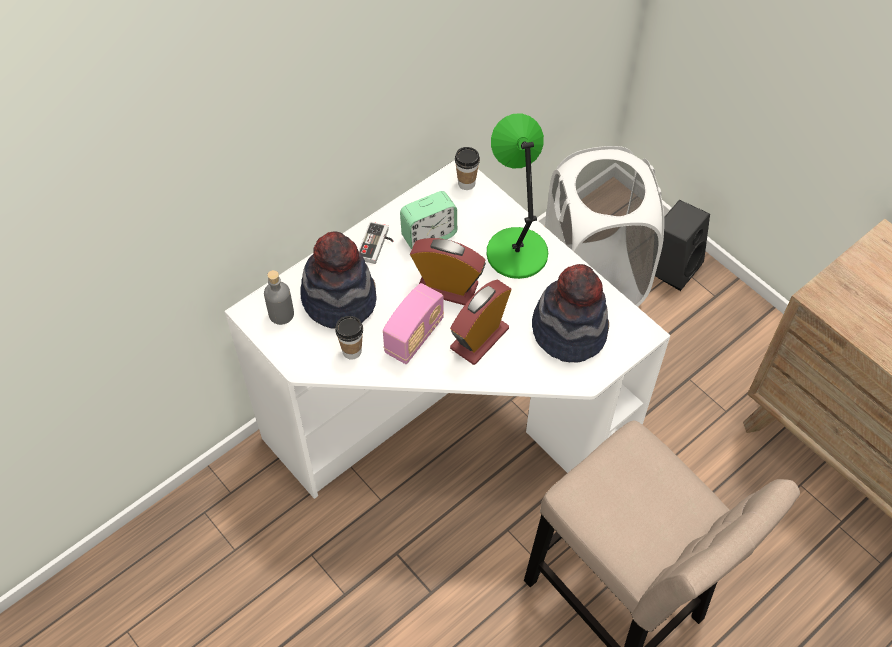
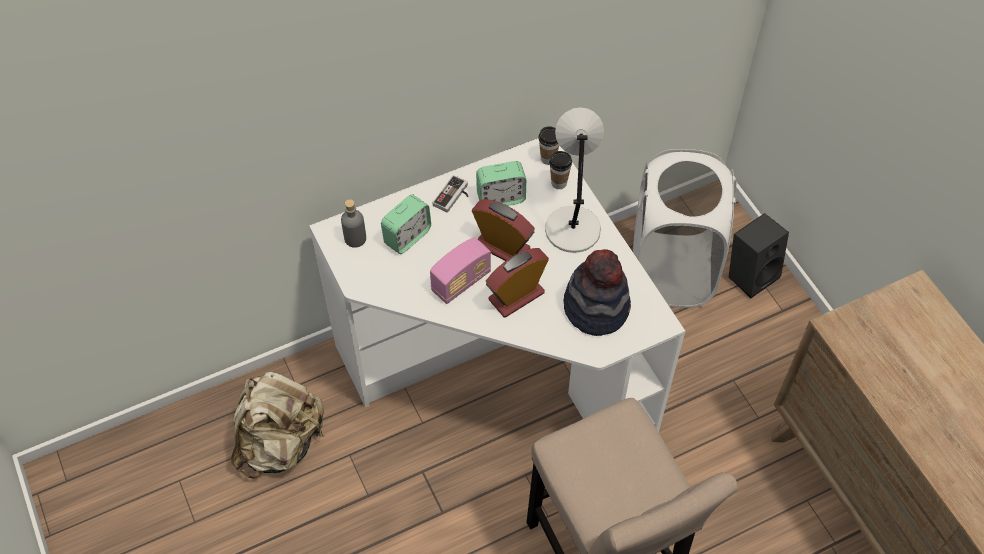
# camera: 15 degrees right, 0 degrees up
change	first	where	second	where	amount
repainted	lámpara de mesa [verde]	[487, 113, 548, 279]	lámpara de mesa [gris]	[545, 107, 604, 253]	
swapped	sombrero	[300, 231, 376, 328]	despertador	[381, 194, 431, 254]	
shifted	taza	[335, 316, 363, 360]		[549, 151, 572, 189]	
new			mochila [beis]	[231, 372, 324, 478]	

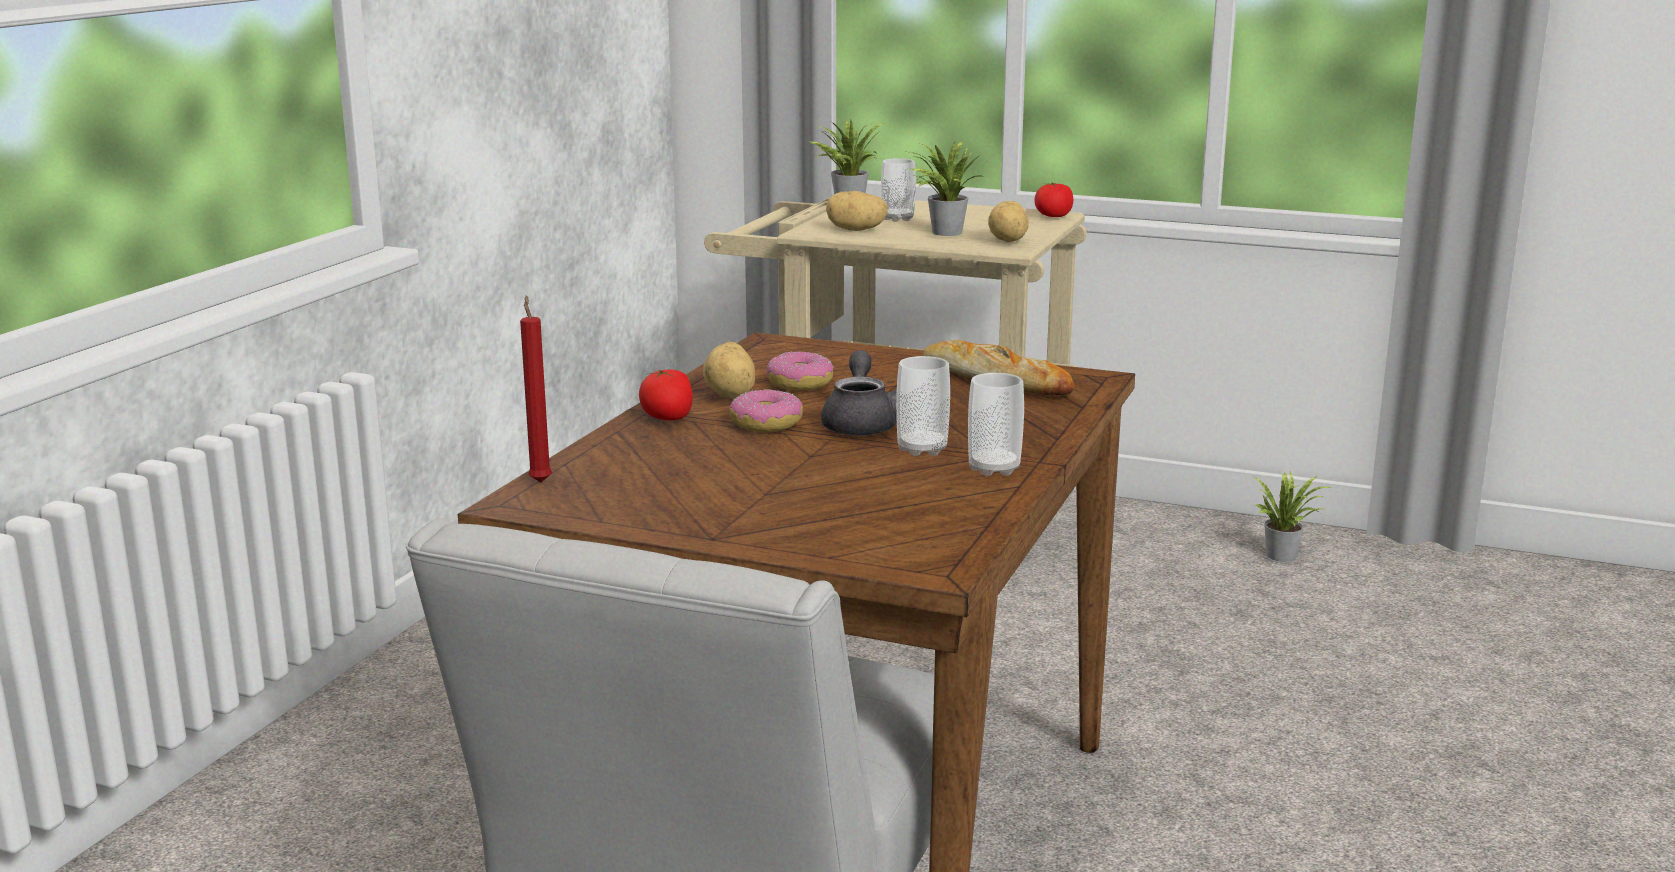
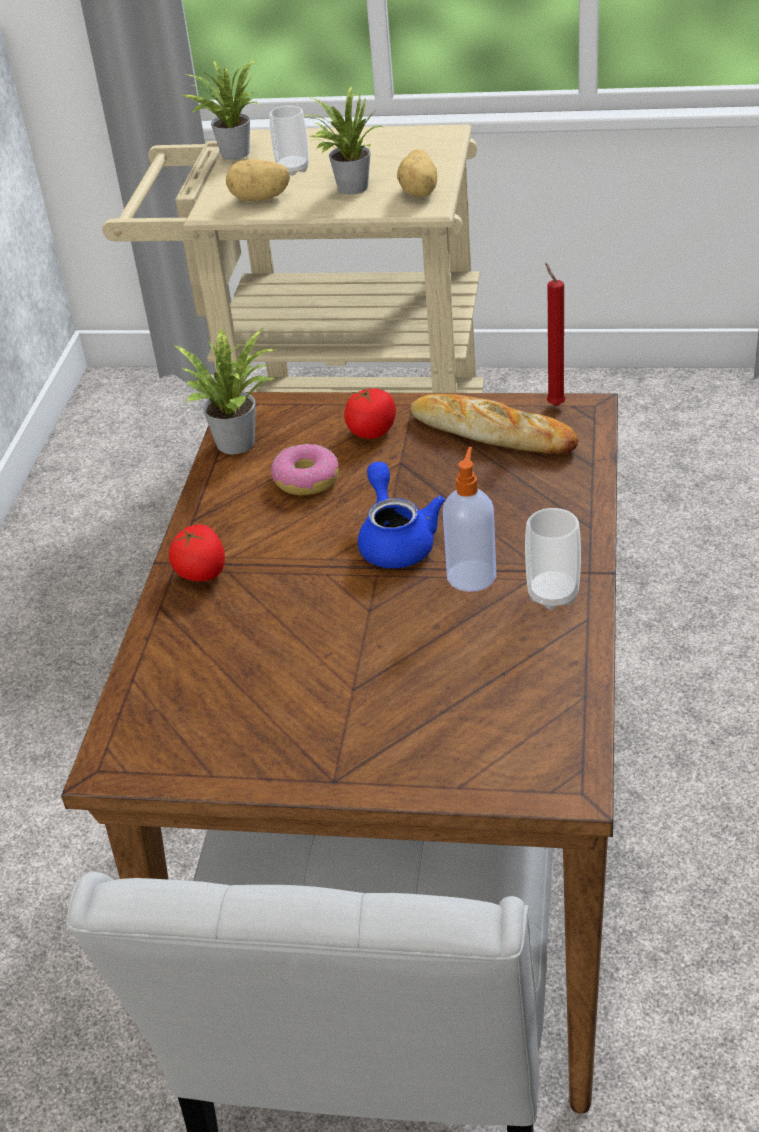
# camera: 10 degrees left, 20 degrees up
change	first	where	second	where	amount
shifted	tomate	[1035, 183, 1073, 217]		[344, 388, 396, 439]	
shifted	vela [rojo]	[520, 295, 552, 483]		[545, 263, 566, 406]	
gone	patata	[703, 342, 755, 399]			
repainted	tetera [gris]	[821, 350, 897, 436]	tetera [azul]	[358, 461, 445, 568]	
swapped	taza	[896, 356, 950, 456]	dispensador de jabón	[443, 447, 496, 592]	
gone	rosquilla	[729, 389, 803, 432]			
shifted	planta en maceta	[1254, 471, 1333, 562]		[175, 328, 277, 454]	

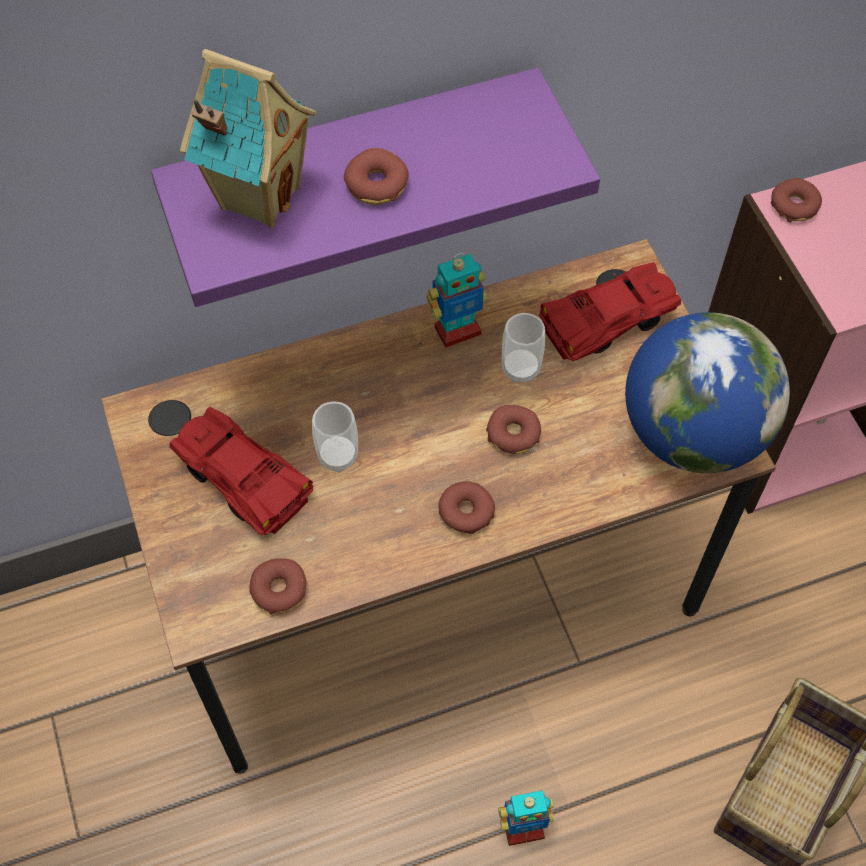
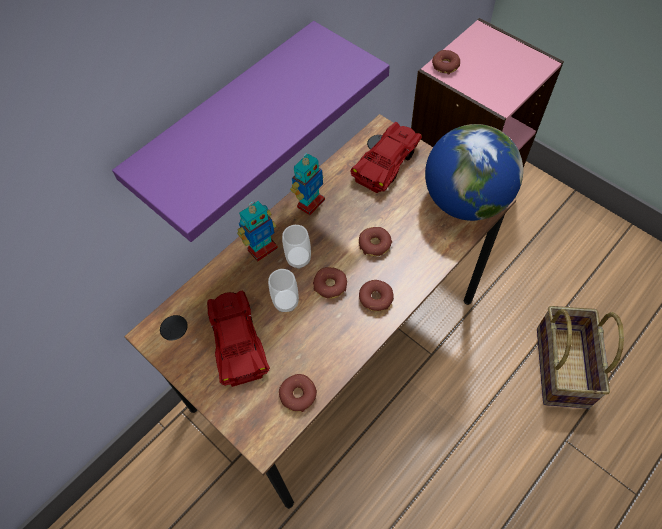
# camera: 25 degrees left, 0 degrees up
change	first	where	second	where	amount
gone	casita	[180, 49, 316, 228]			
shifted	rosquilla	[344, 148, 409, 205]		[313, 267, 347, 299]	
shifted	taza	[502, 313, 545, 383]		[282, 225, 311, 269]	
rotated	coche de juguete [rojo]	[169, 407, 314, 536]		[207, 291, 270, 387]	60 degrees clockwise
shifted	robot de juguete	[498, 790, 554, 846]		[237, 201, 278, 262]	

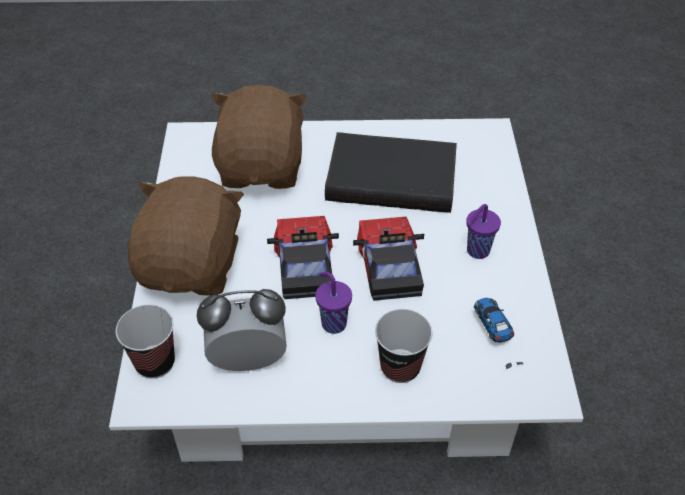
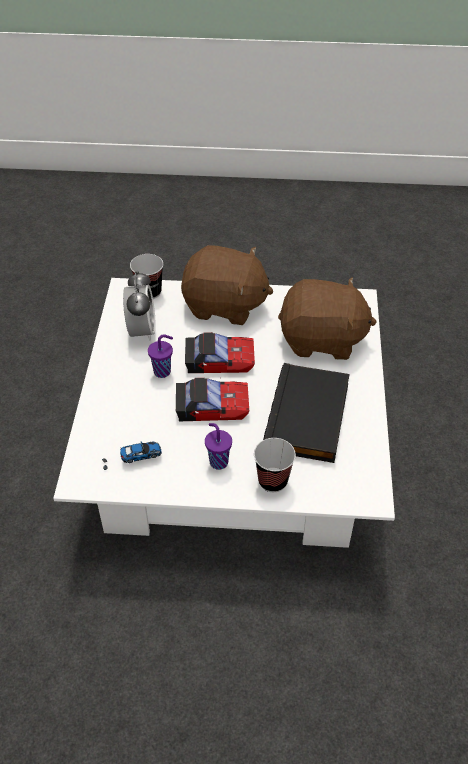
# camera: 95 degrees right, 0 degrees up
change	first	where	second	where	amount
shifted	taza	[375, 309, 432, 383]		[254, 438, 296, 492]	

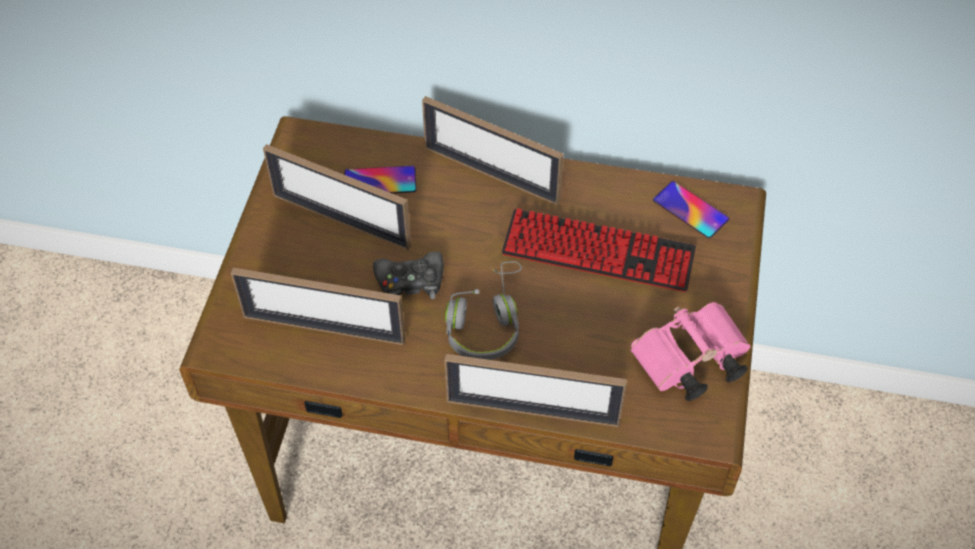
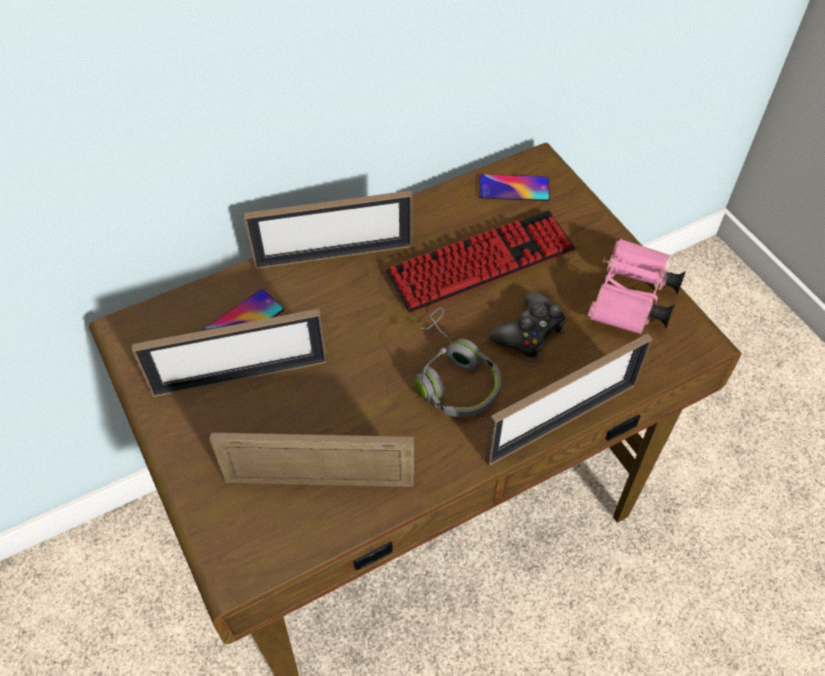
# camera: 40 degrees left, 0 degrees up
change	first	where	second	where	amount
shifted	mando de consola [negro]	[373, 252, 444, 299]		[489, 292, 566, 359]	
rotated	portarretratos	[231, 268, 405, 345]		[210, 433, 414, 487]	150 degrees counterclockwise

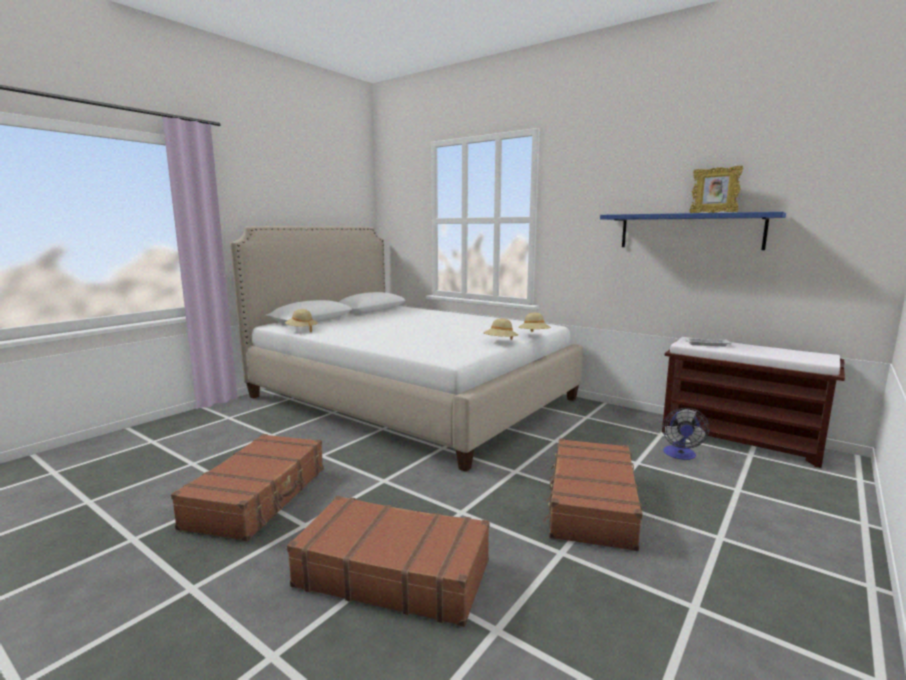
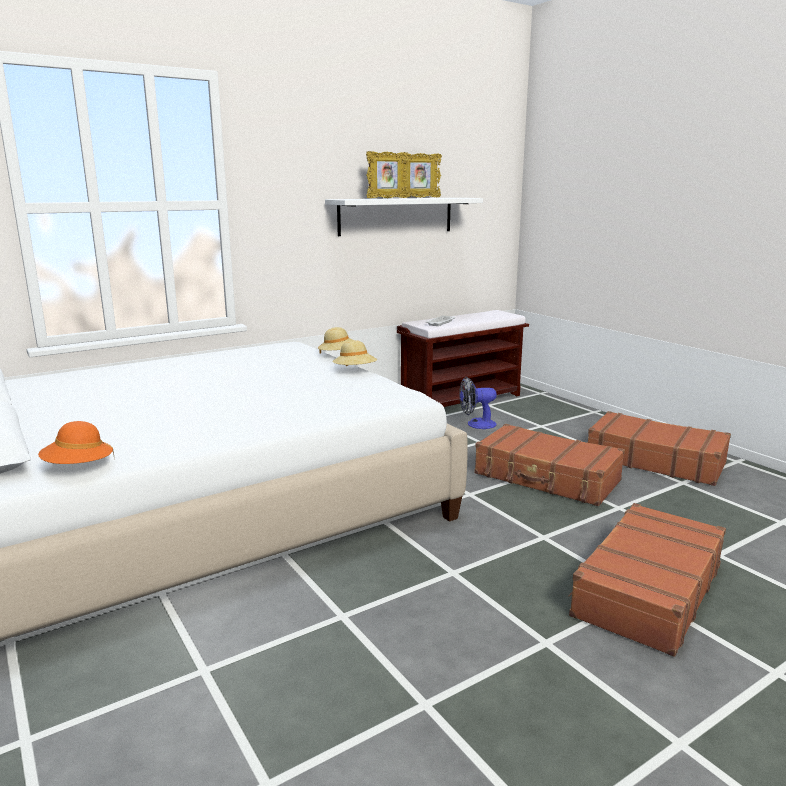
# camera: 70 degrees left, 5 degrees up
change	first	where	second	where	amount
repainted	estante [azul]	[600, 212, 786, 250]	estante [blanco]	[325, 198, 483, 236]	
repainted	sombrero [beis]	[285, 309, 318, 332]	sombrero [naranja]	[38, 421, 115, 464]	
rotated	ventilador	[662, 408, 710, 460]		[459, 377, 497, 429]	135 degrees clockwise
shifted	maleta [marrón]	[171, 434, 324, 541]		[588, 411, 731, 486]	
new			portarretratos	[366, 151, 409, 199]	

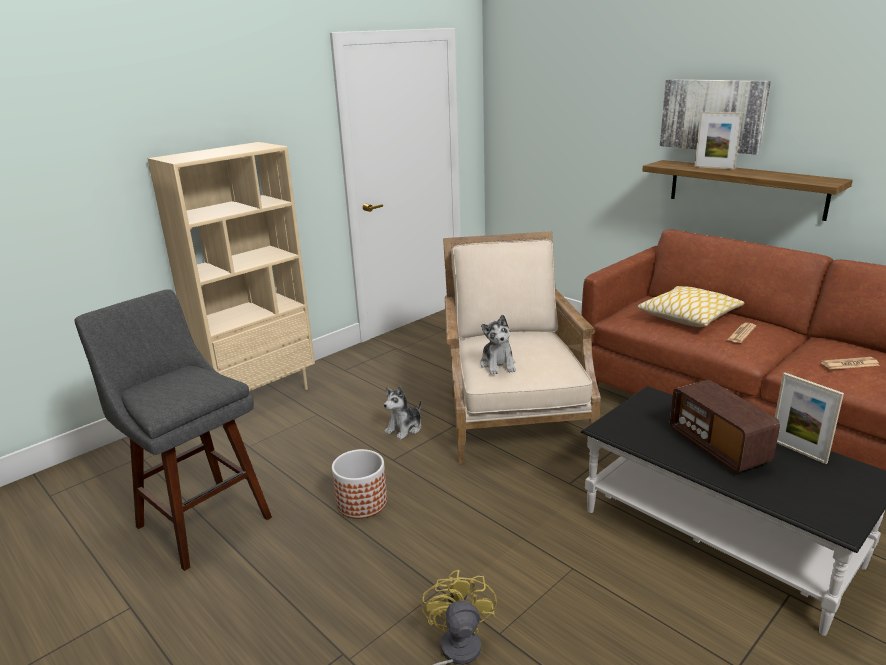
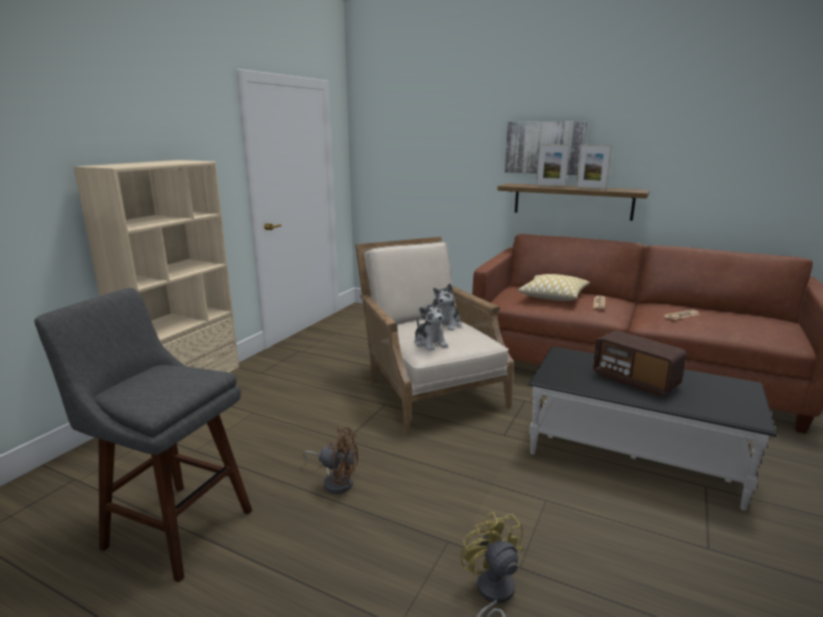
# camera: 20 degrees left, 5 degrees down
change	first	where	second	where	amount
shifted	portarretratos	[775, 373, 844, 464]		[576, 145, 612, 190]	
shifted	peluche	[383, 386, 421, 440]		[433, 283, 462, 331]	
swapped	maceta	[332, 449, 387, 519]	ventilador [marrón]	[303, 427, 358, 494]	

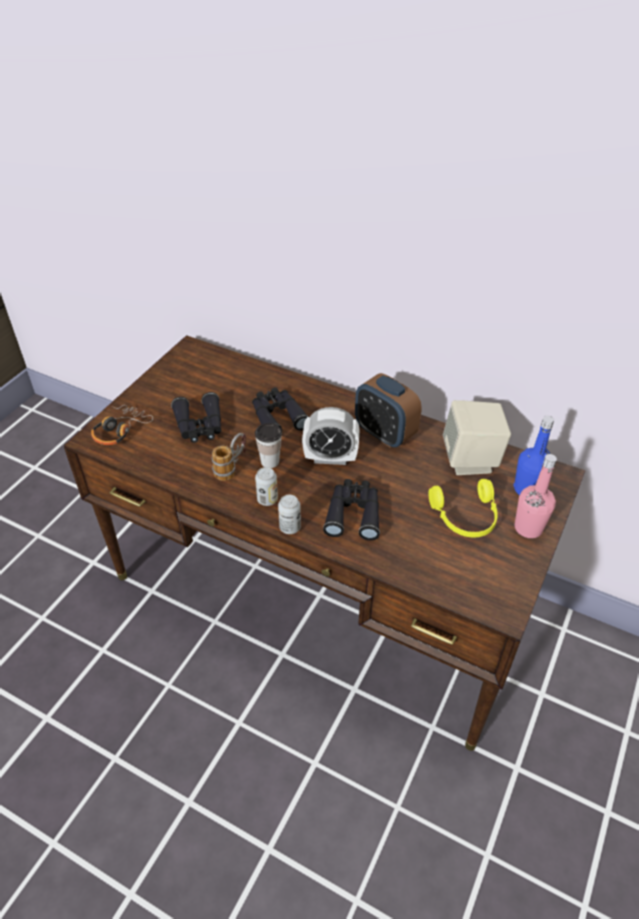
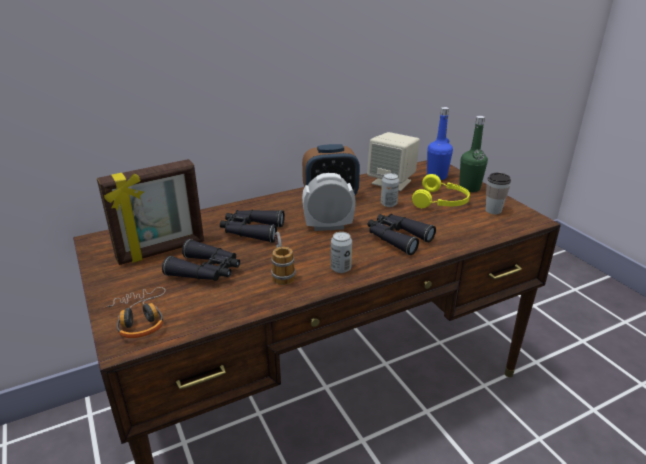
# camera: 55 degrees left, 15 degrees down
change	first	where	second	where	amount
rotated	despertador	[302, 407, 359, 465]		[302, 173, 356, 231]	135 degrees counterclockwise
shifted	taza	[255, 423, 282, 468]		[485, 173, 511, 214]	
repainted	botella [rosa]	[515, 454, 557, 538]	botella [verde]	[459, 116, 488, 192]	
shifted	lata	[278, 495, 301, 534]		[381, 173, 399, 207]	
new			portarretratos	[97, 159, 204, 265]	

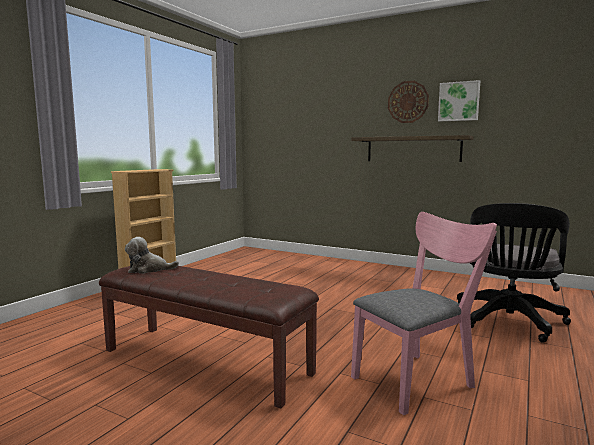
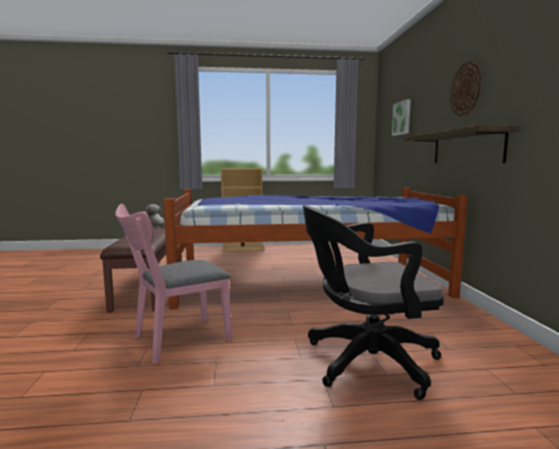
# camera: 55 degrees right, 0 degrees up
change	first	where	second	where	amount
shifted	cuadro	[438, 80, 480, 121]		[392, 99, 411, 136]	
rotated	silla [rosa]	[351, 212, 497, 415]		[115, 204, 232, 364]	120 degrees clockwise
new			cama	[164, 187, 468, 309]	

